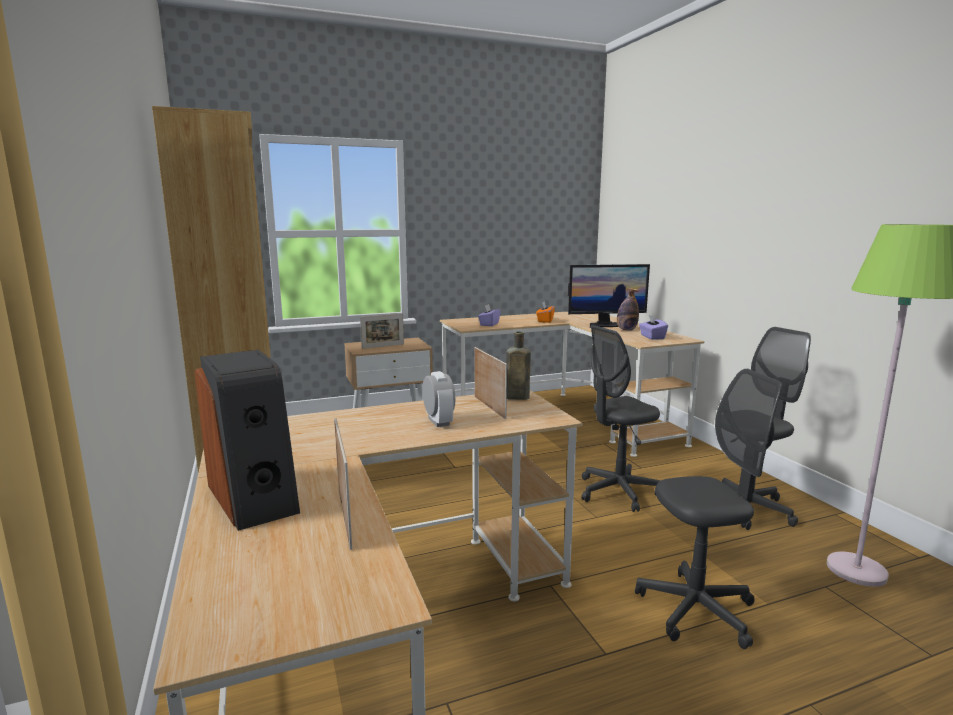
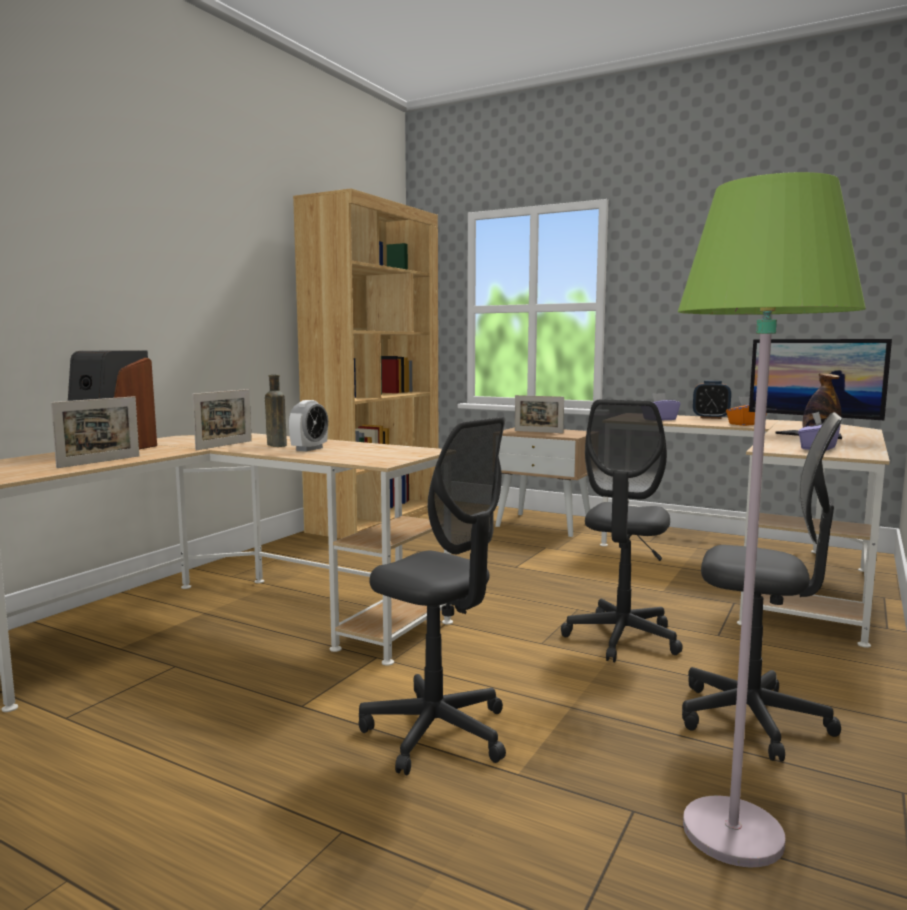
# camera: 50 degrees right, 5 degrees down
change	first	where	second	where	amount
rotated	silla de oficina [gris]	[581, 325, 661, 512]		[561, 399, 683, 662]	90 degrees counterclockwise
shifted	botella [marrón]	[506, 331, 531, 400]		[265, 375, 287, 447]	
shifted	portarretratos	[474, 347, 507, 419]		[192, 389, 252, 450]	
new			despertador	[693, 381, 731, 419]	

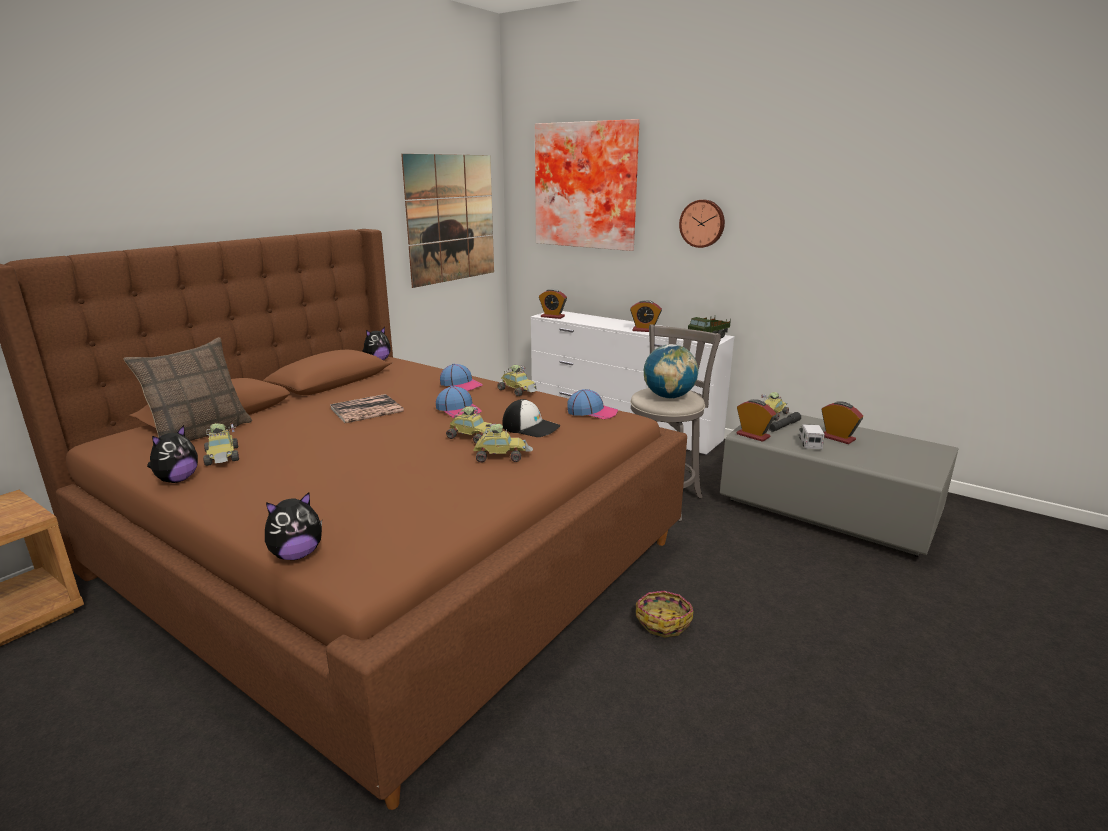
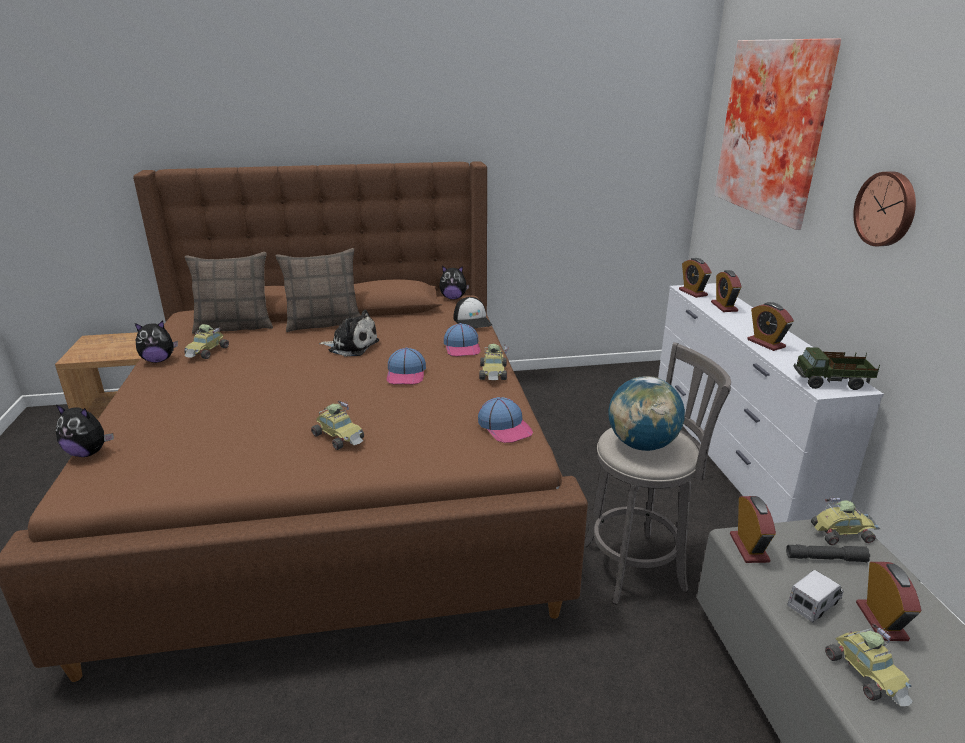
# camera: 45 degrees right, 5 degrees up
change	first	where	second	where	amount
gone	cuadro	[401, 154, 494, 288]			
swapped	libro	[330, 394, 404, 423]	peluche	[319, 310, 379, 356]	
shifted	gorra	[502, 399, 560, 437]		[454, 297, 492, 328]	
shifted	coche de juguete	[446, 406, 492, 444]		[825, 623, 913, 706]	
gone	cesta	[636, 591, 693, 637]			
new			cojín	[275, 248, 361, 332]	
new			despertador	[711, 270, 741, 312]	

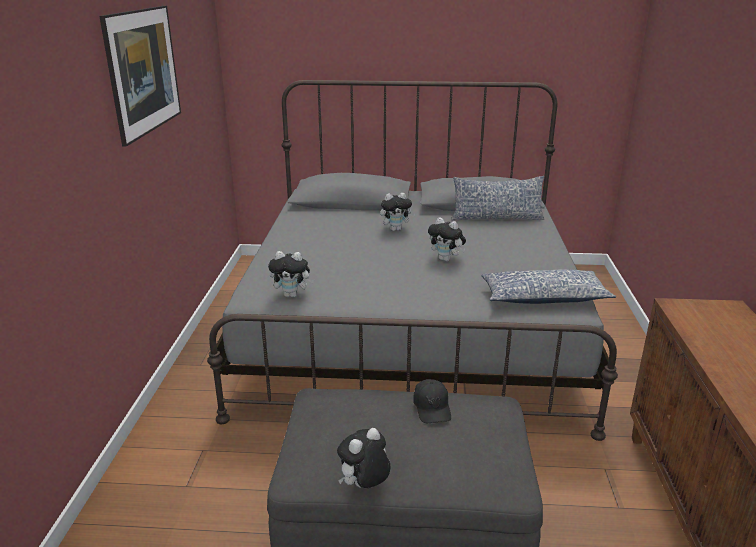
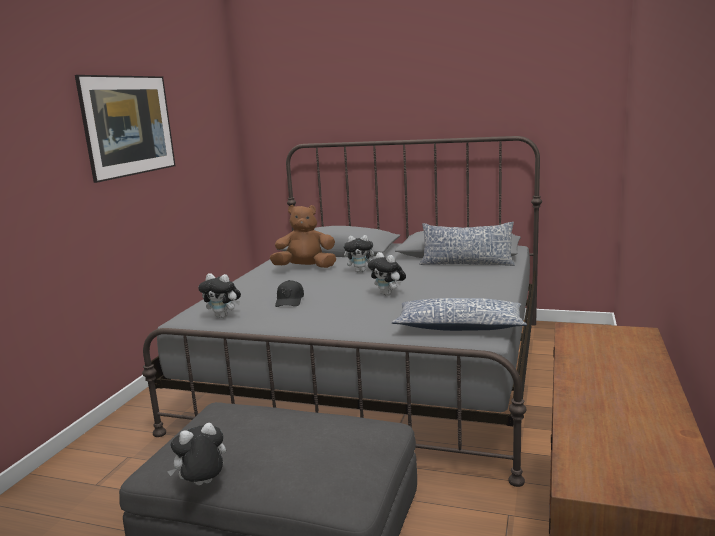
# camera: 15 degrees right, 10 degrees down
change	first	where	second	where	amount
shifted	gorra [negro]	[413, 379, 451, 423]		[275, 280, 304, 307]	
new			peluche [marrón]	[270, 205, 336, 268]	

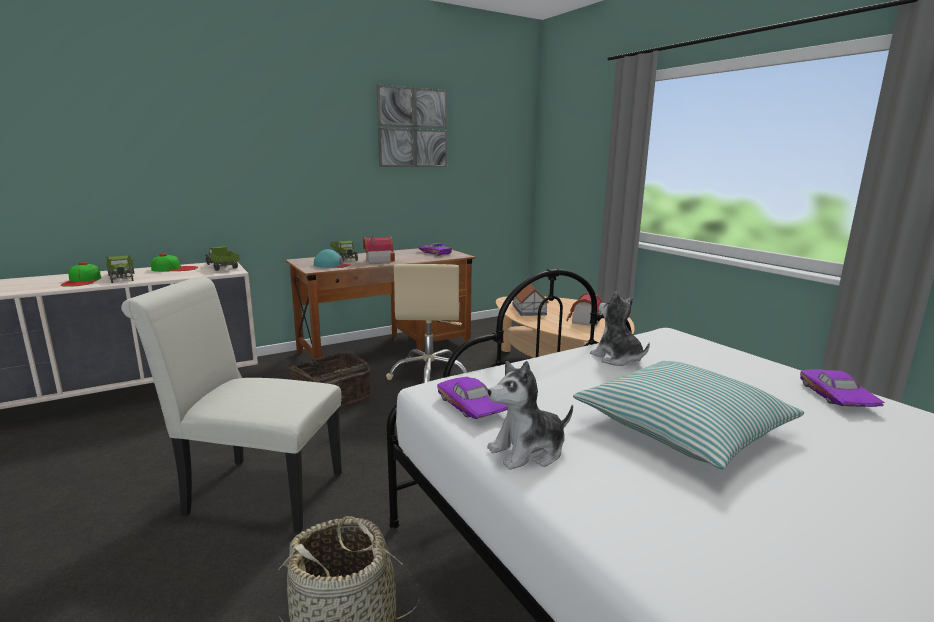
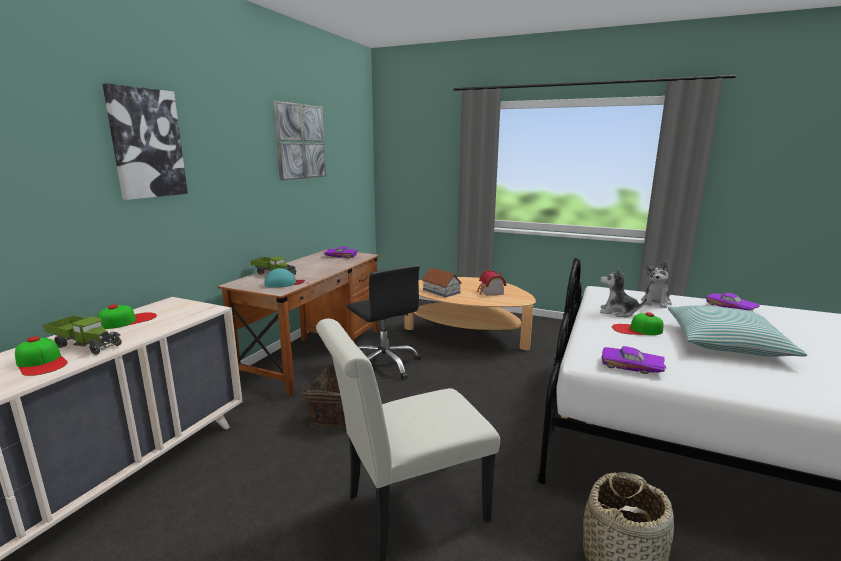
# camera: 35 degrees left, 0 degrees up
change	first	where	second	where	amount
gone	casita	[363, 236, 395, 264]			
gone	camión de juguete	[205, 246, 240, 271]			
repainted	silla de oficina [beis]	[386, 264, 467, 383]	silla de oficina [negro]	[347, 265, 421, 379]	
shifted	peluche	[487, 361, 573, 470]		[641, 261, 672, 308]	
new			cuadro	[102, 83, 188, 200]	
new			gorra	[612, 312, 664, 335]	

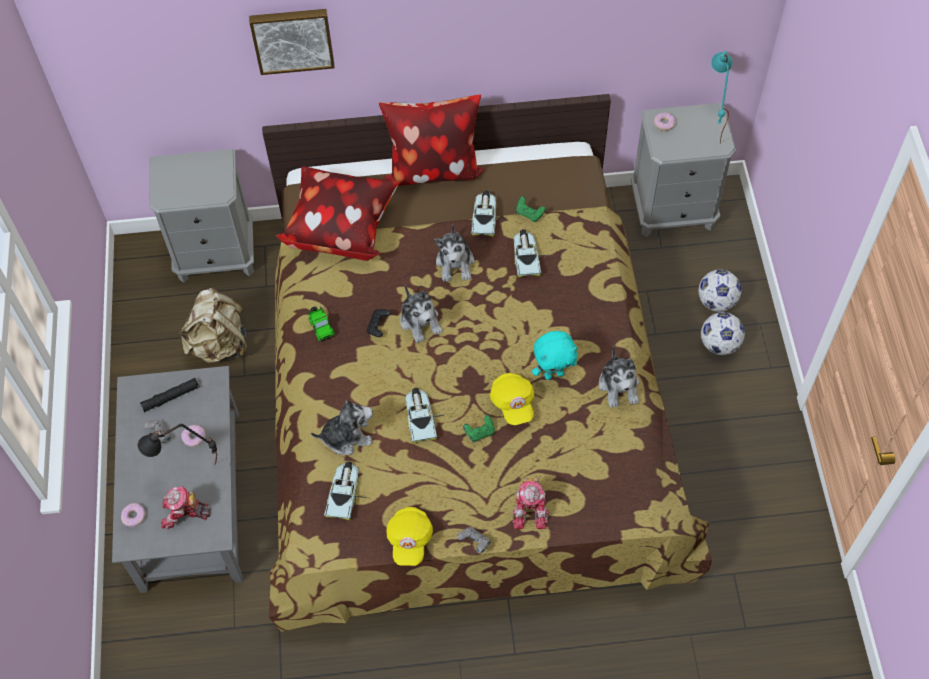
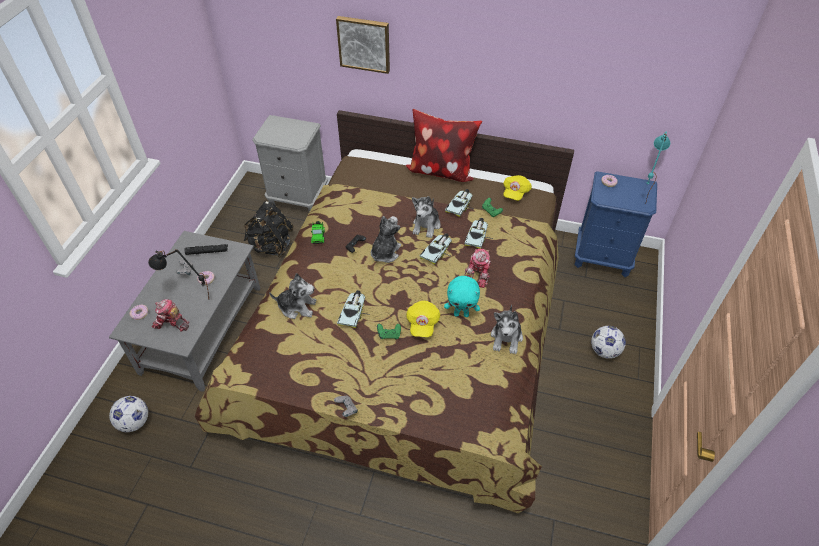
# camera: 20 degrees right, 10 degrees down
change	first	where	second	where	amount
repainted	mesita de noche [gris]	[631, 103, 736, 237]	mesita de noche [azul]	[574, 171, 657, 277]	
gone	cojín	[275, 166, 400, 261]			
shifted	balón de fútbol	[698, 270, 741, 312]		[109, 396, 148, 432]	
rotated	peluche	[400, 284, 443, 343]		[371, 216, 401, 263]	150 degrees counterclockwise
repainted	mochila [beis]	[179, 288, 247, 364]	mochila [negro]	[243, 201, 294, 257]	
shifted	coche de juguete	[324, 461, 367, 520]		[419, 233, 452, 265]	
shifted	robot de juguete	[512, 478, 550, 529]		[464, 249, 491, 288]	
shifted	gorra [amarillo]	[386, 507, 433, 566]		[503, 175, 532, 201]	

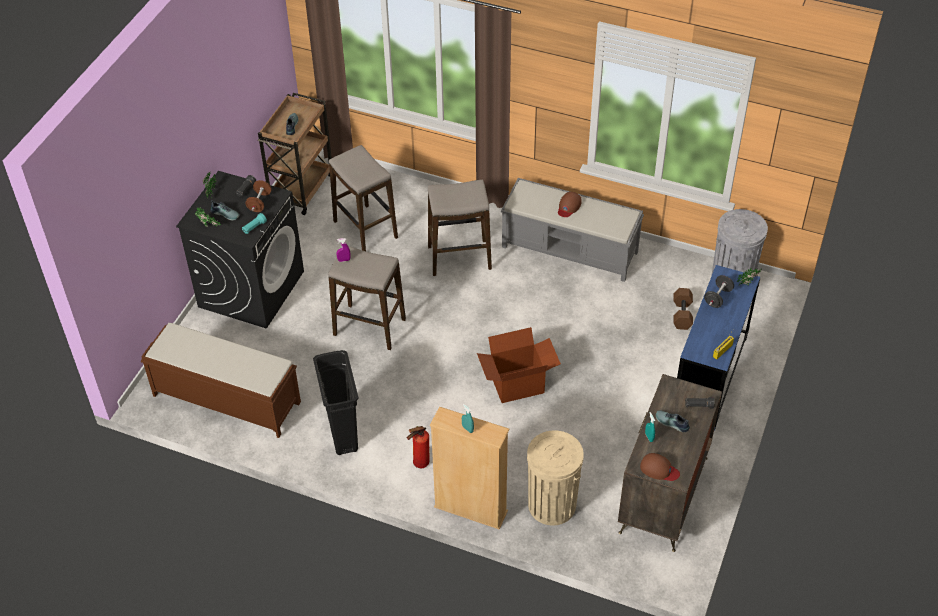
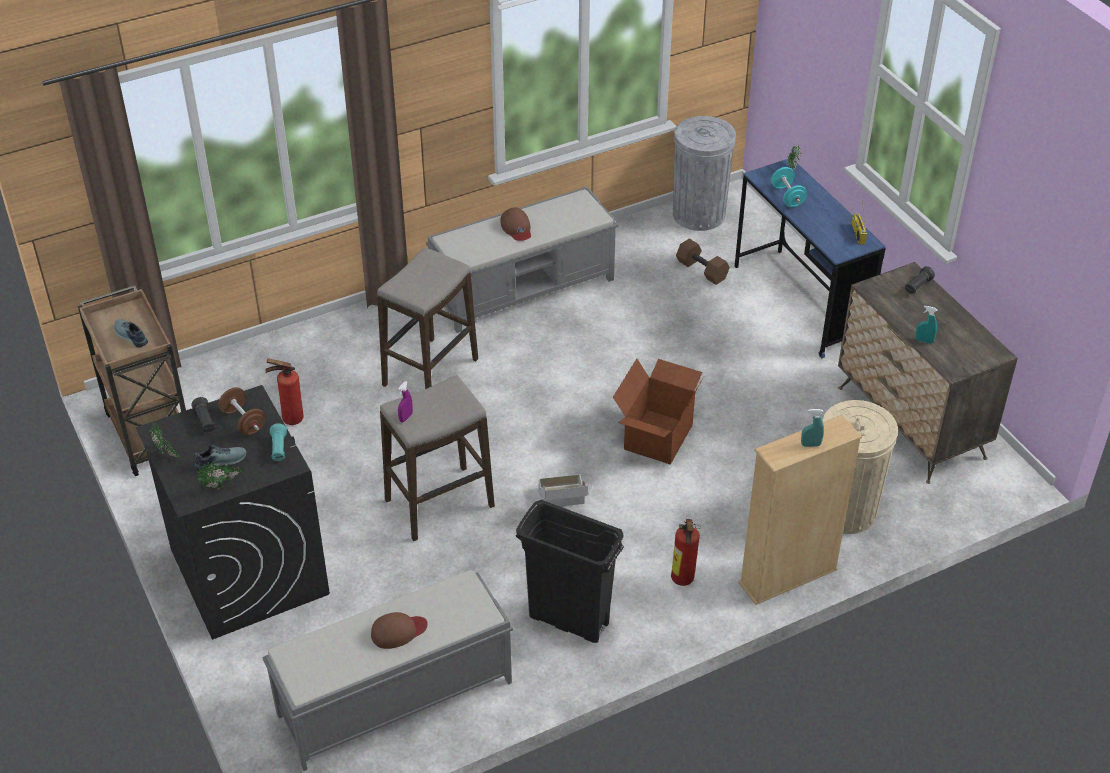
# camera: 50 degrees left, 5 degrees down
change	first	where	second	where	amount
swapped	taburete	[329, 145, 398, 251]	extintor	[265, 358, 304, 425]	
repainted	mancuerna [negro]	[704, 275, 734, 308]	mancuerna [turquesa]	[771, 167, 807, 207]	
repainted	banco [marrón]	[141, 323, 301, 438]	banco [gris]	[262, 570, 513, 771]	
gone	zapato	[656, 411, 690, 432]			
shifted	gorra [marrón]	[640, 453, 680, 481]		[371, 612, 428, 649]	
new			caja de cartón	[538, 474, 592, 506]	

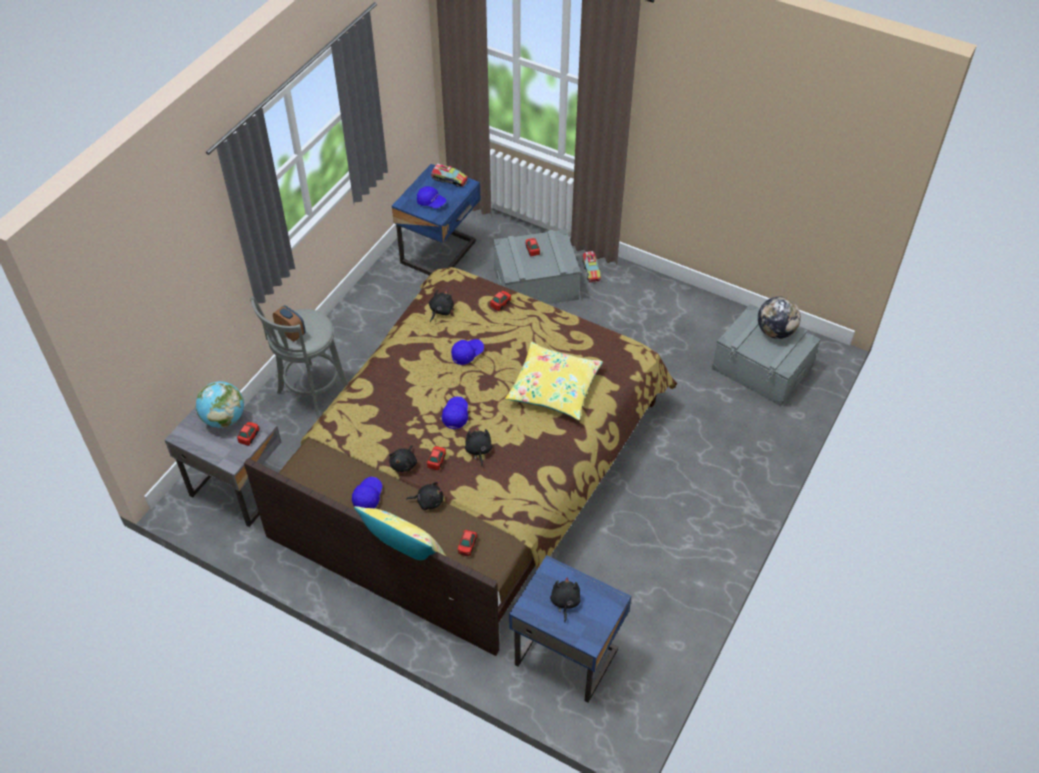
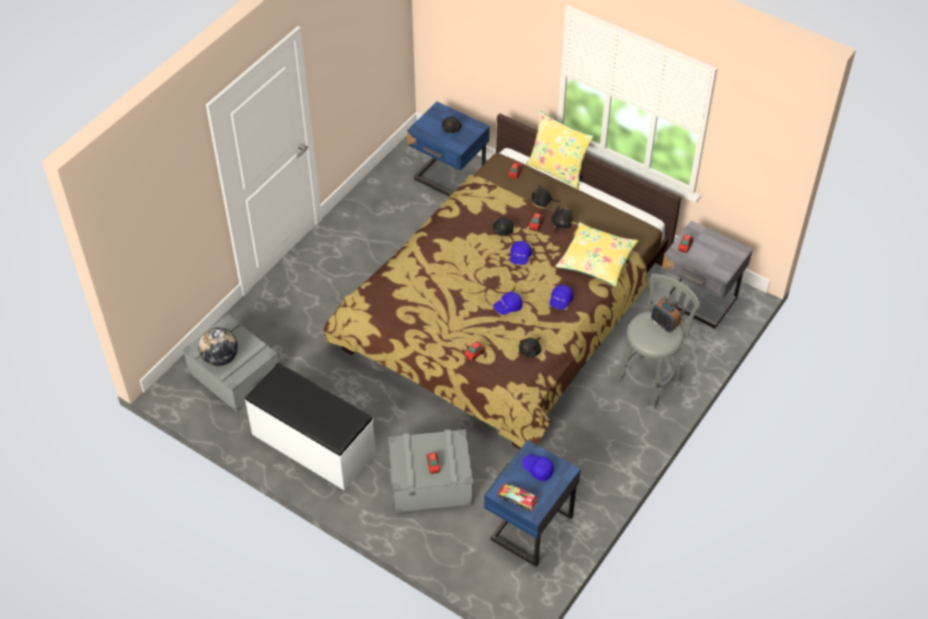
# camera: 175 degrees left, 0 degrees up
change	first	where	second	where	amount
gone	camión de juguete	[582, 251, 601, 283]			
shifted	cojín [amarillo]	[505, 342, 603, 420]		[555, 222, 639, 286]	
gone	globo terráqueo	[196, 381, 244, 428]			
shifted	gorra [azul]	[352, 477, 382, 508]		[549, 285, 573, 310]	
new			banco [blanco]	[245, 363, 376, 490]	

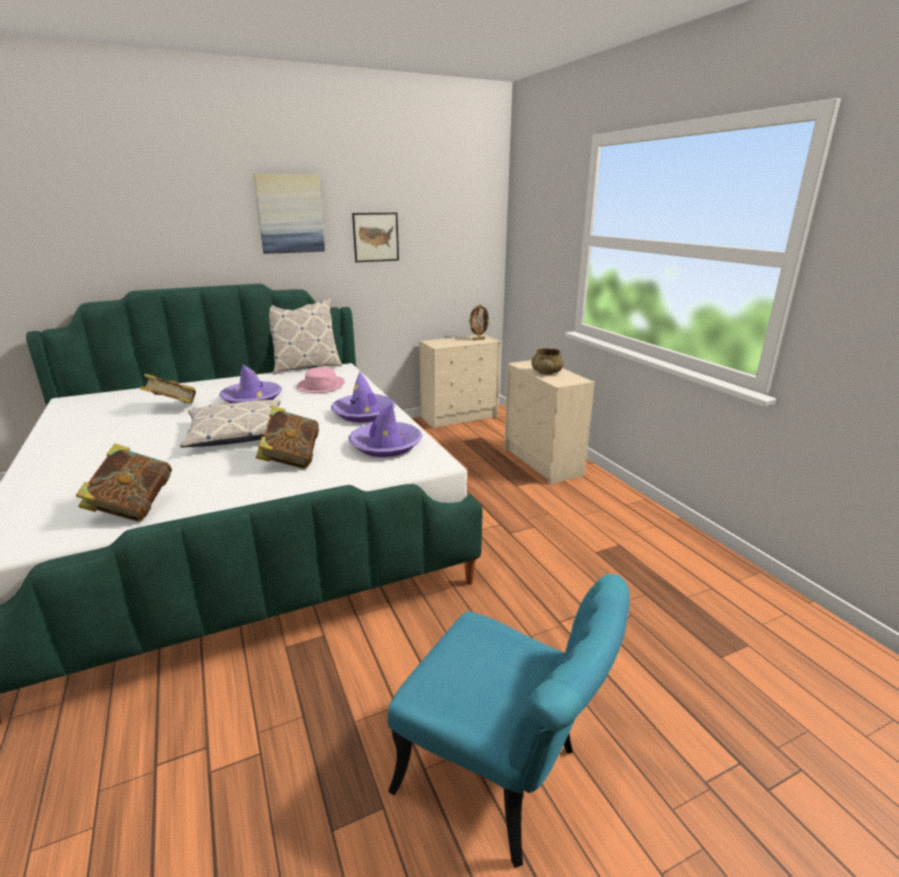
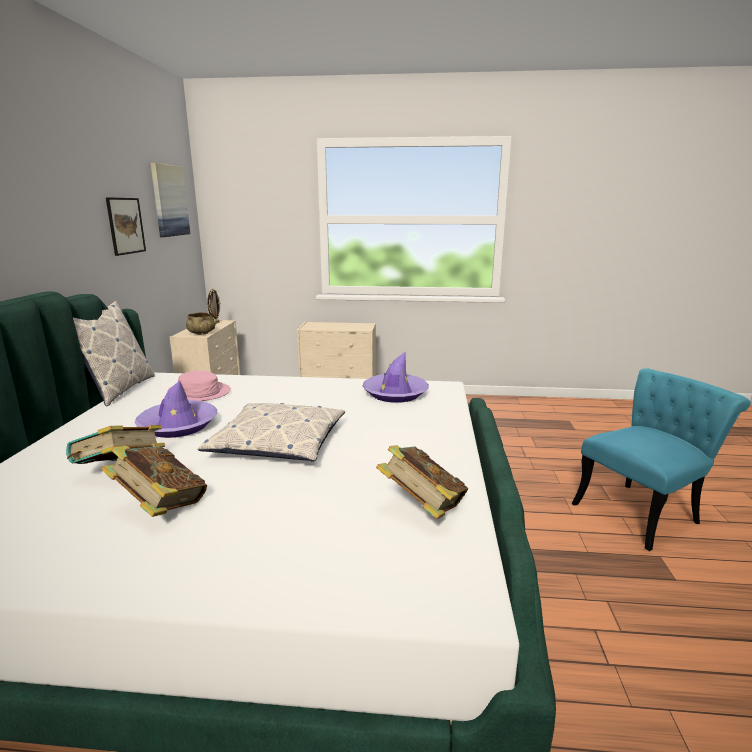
# camera: 60 degrees left, 5 degrees down
change	first	where	second	where	amount
shifted	cuadro	[253, 174, 325, 254]		[150, 163, 190, 237]	
shifted	cuenco [beis]	[531, 348, 564, 375]		[186, 312, 215, 335]	
gone	sombrero [morado]	[331, 372, 396, 423]			
shifted	libro	[256, 406, 319, 469]		[101, 446, 207, 517]	

